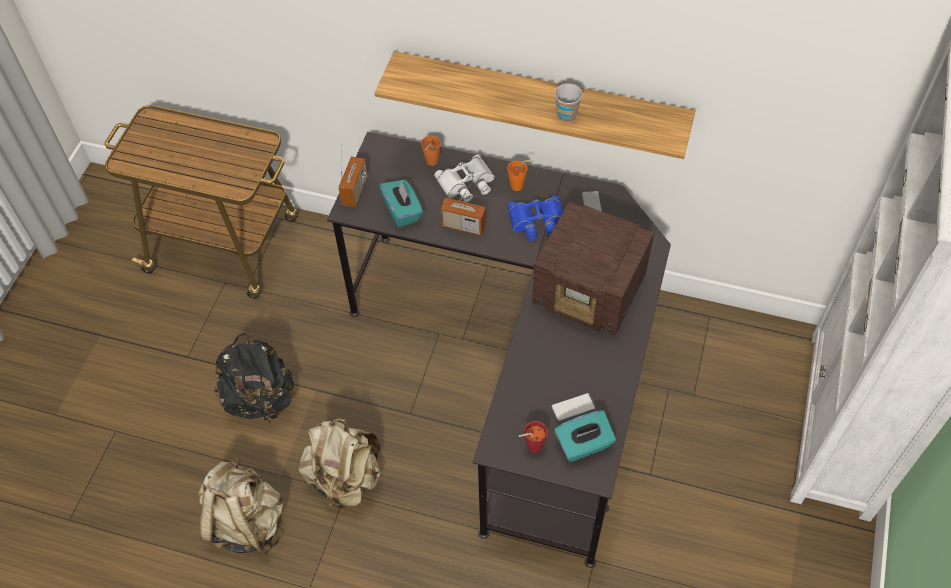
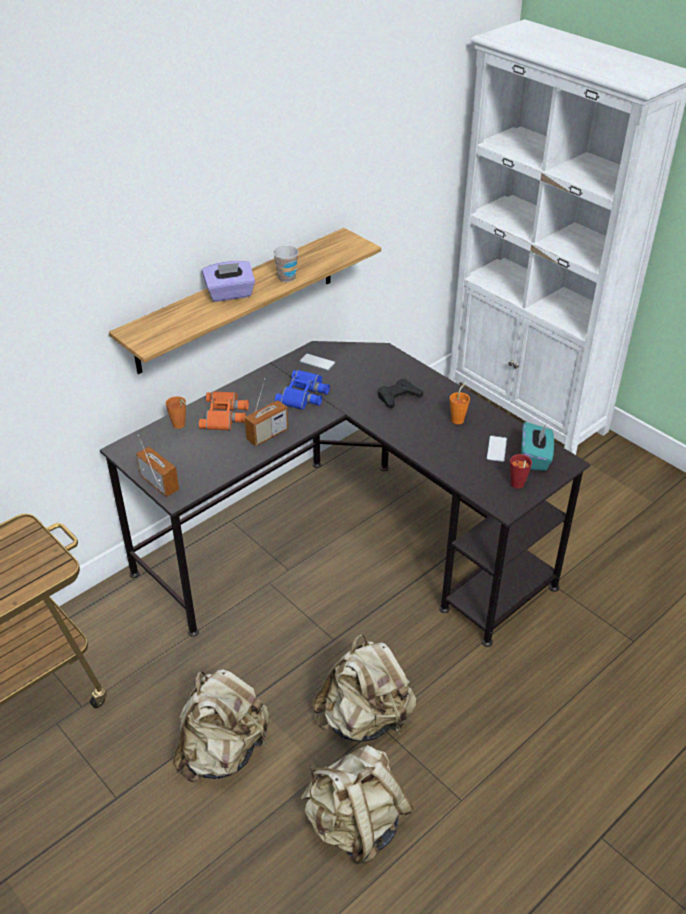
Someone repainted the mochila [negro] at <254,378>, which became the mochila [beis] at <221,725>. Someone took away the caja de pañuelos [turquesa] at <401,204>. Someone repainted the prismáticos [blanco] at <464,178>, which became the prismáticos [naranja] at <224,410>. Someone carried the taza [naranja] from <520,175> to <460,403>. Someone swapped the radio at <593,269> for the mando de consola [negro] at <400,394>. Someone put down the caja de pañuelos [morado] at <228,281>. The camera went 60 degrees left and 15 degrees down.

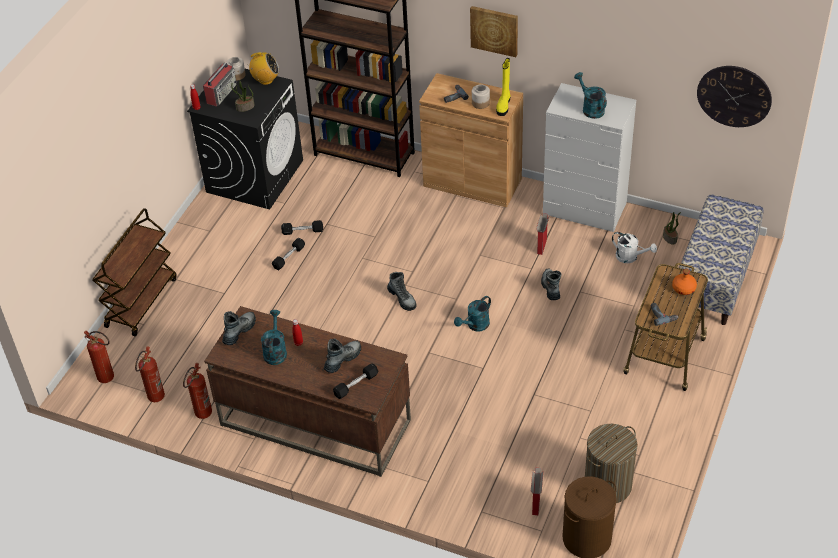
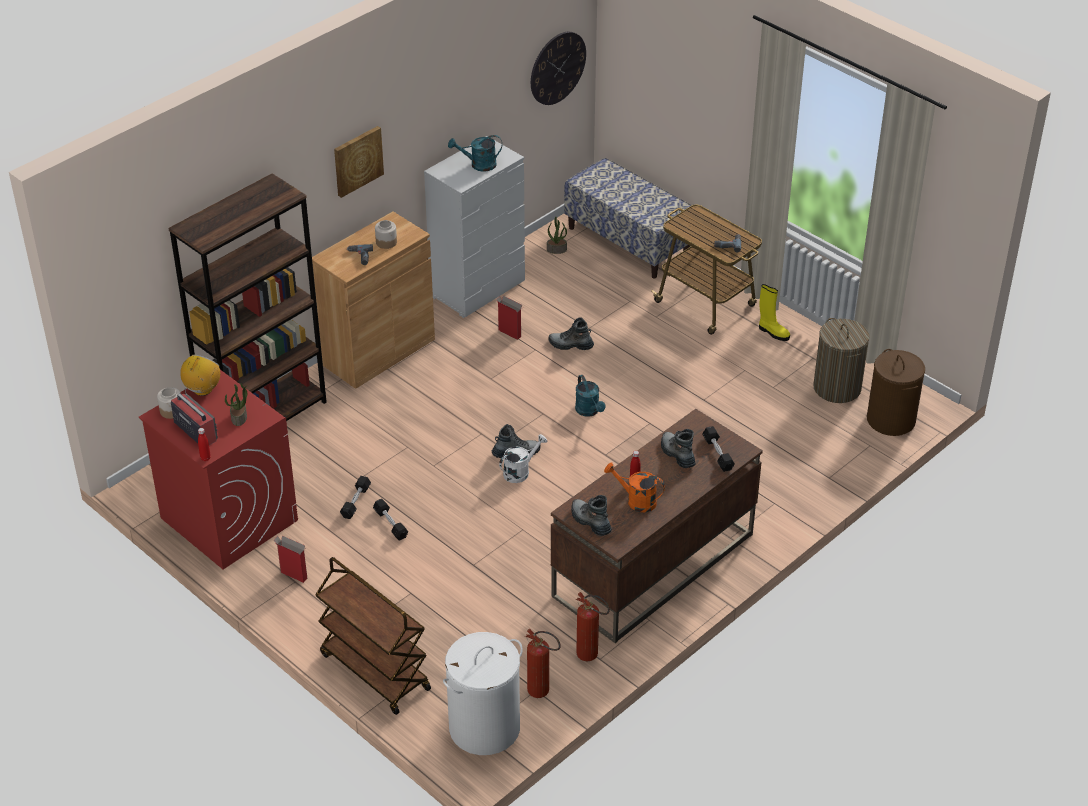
Someone swapped the extintor at <99,357> for the cesto de la ropa [blanco] at <483,693>. Someone repainted the lavadora [negro] at <245,139>, which became the lavadora [rojo] at <218,469>. Someone repainted the regadera [turquesa] at <274,337>, which became the regadera [naranja] at <634,487>. Someone carried the bota [amarillo] from <503,87> to <774,312>. Someone carried the caja de cartón from <537,491> to <290,559>. Someone carried the regadera [blanco] from <634,247> to <523,458>. Someone took away the botella [naranja] at <684,282>. The camera went 70 degrees left and 5 degrees down.

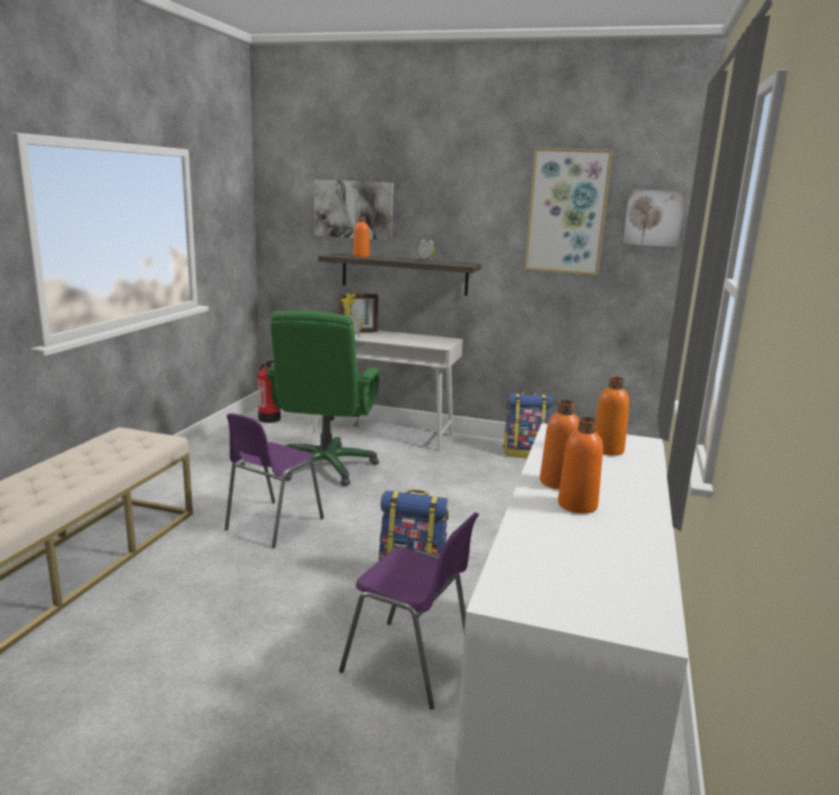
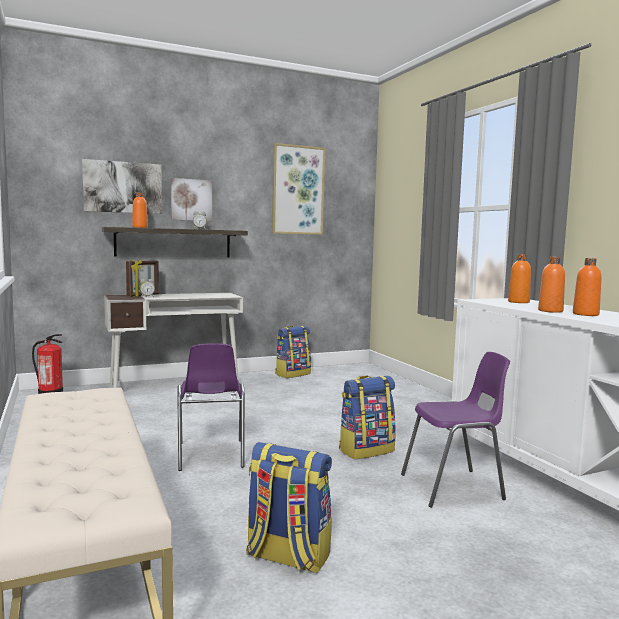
Someone took away the silla de oficina [verde] at <322,398>. Someone carried the cuadro from <654,218> to <191,199>. Someone put down the mochila at <289,508>. The camera went 40 degrees left and 10 degrees down.

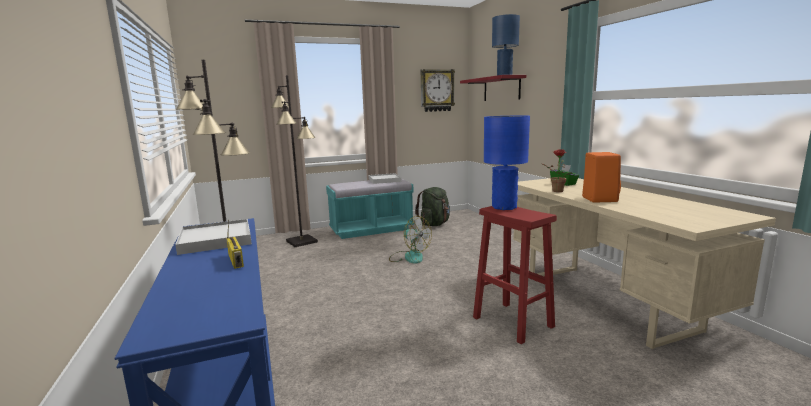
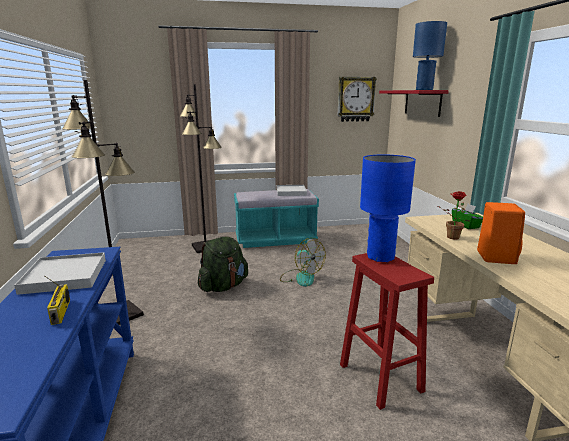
Someone carried the mochila [verde] from <432,206> to <223,264>. The camera went 10 degrees right and 5 degrees up.

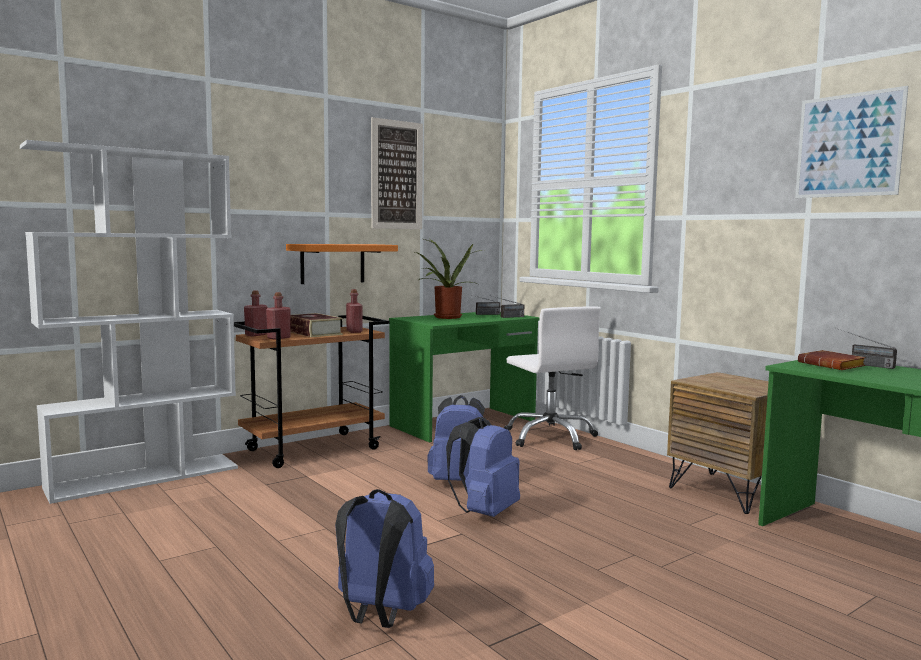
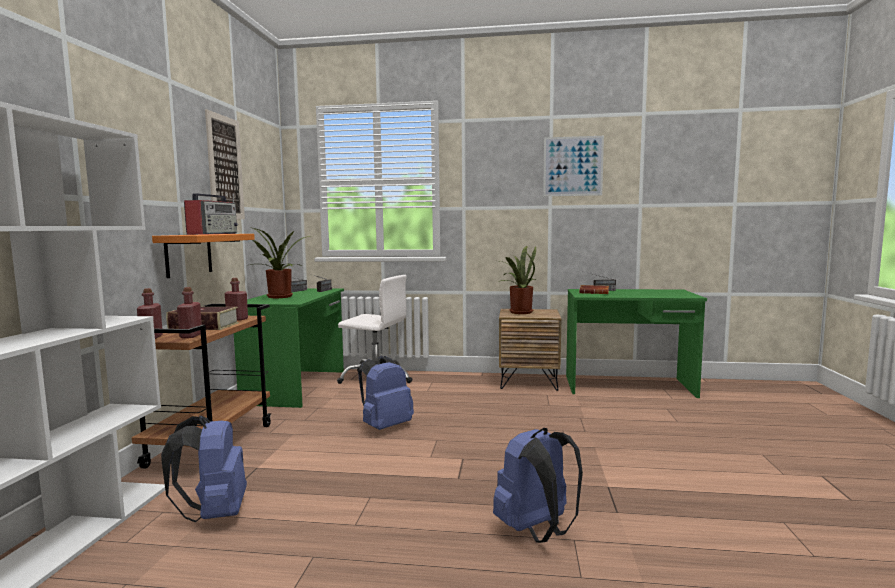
Someone carried the mochila [azul] from <483,467> to <204,469>. Someone put down the radio at <211,214>. Someone put down the planta en maceta at <517,280>. The camera went 45 degrees left and 0 degrees up.

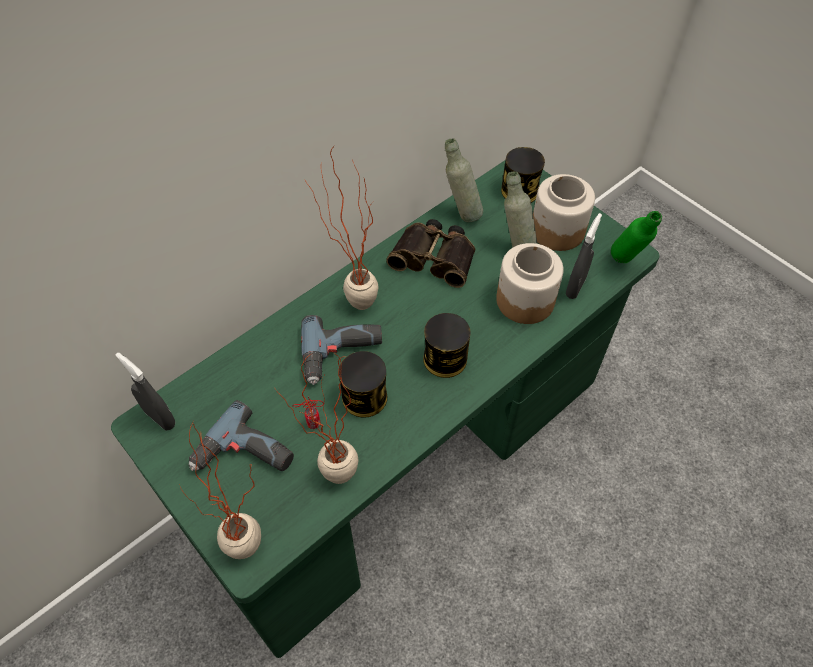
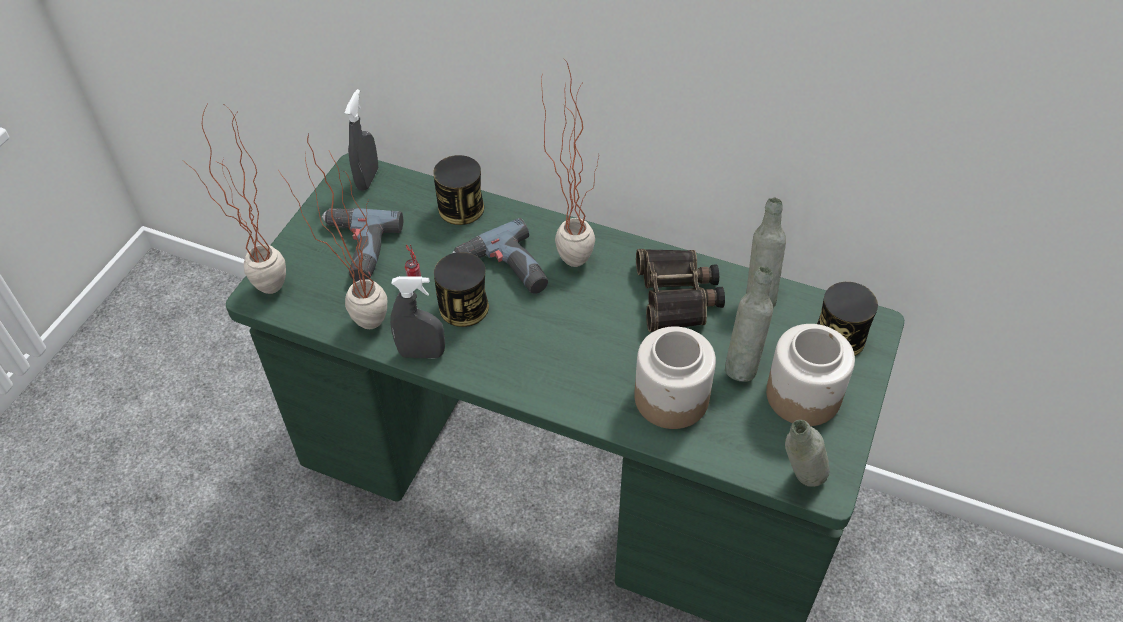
Someone carried the lata from <447,345> to <458,190>. Someone carried the pulverizador [gris] from <584,256> to <417,317>. Someone repainted the botella [verde] at <636,237>, which became the botella [gris] at <807,453>. The camera went 65 degrees right and 5 degrees down.

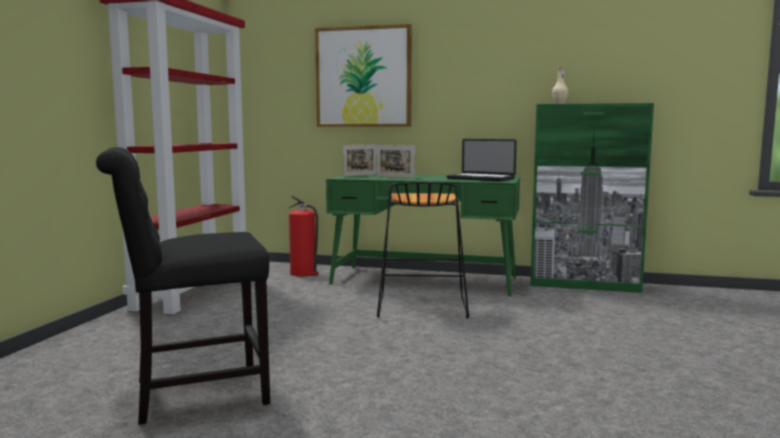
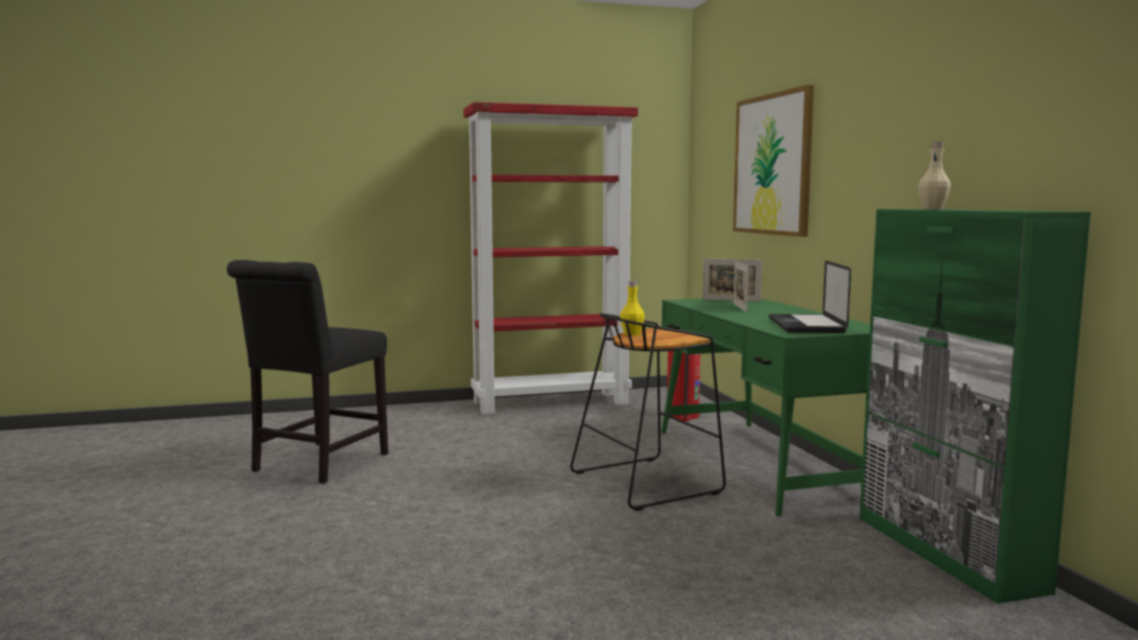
Someone rotated the silla [negro] at <183,286> by 105 degrees counterclockwise. Someone put down the botella [amarillo] at <632,308>. The camera went 60 degrees right and 0 degrees up.

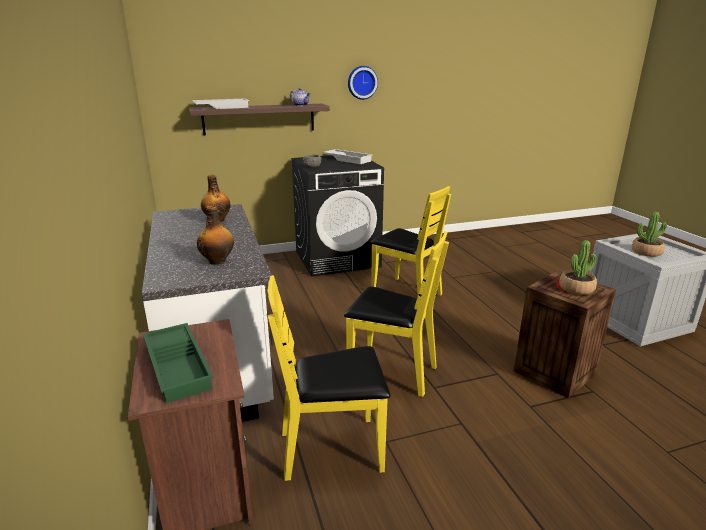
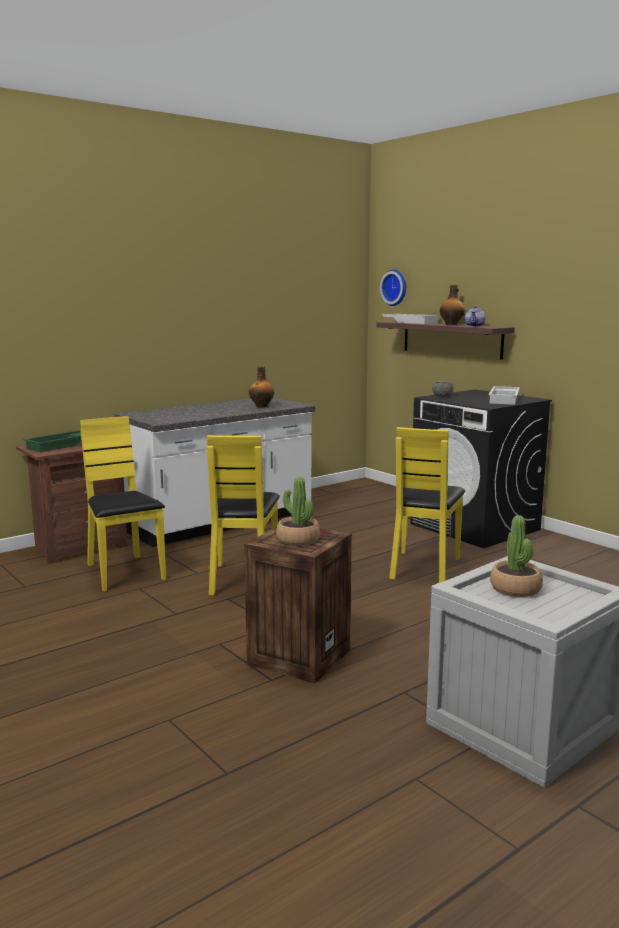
Someone carried the botella from <215,235> to <452,305>. Someone carried the reloj de pared from <363,83> to <393,287>. The camera went 70 degrees right and 10 degrees down.

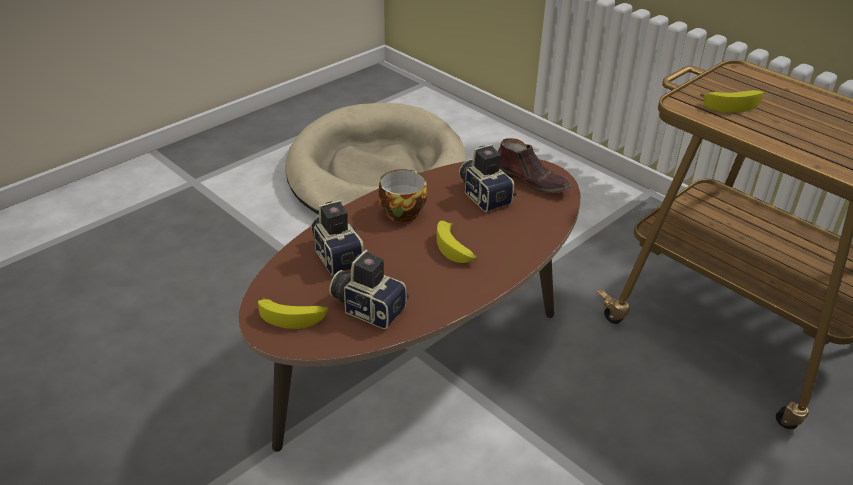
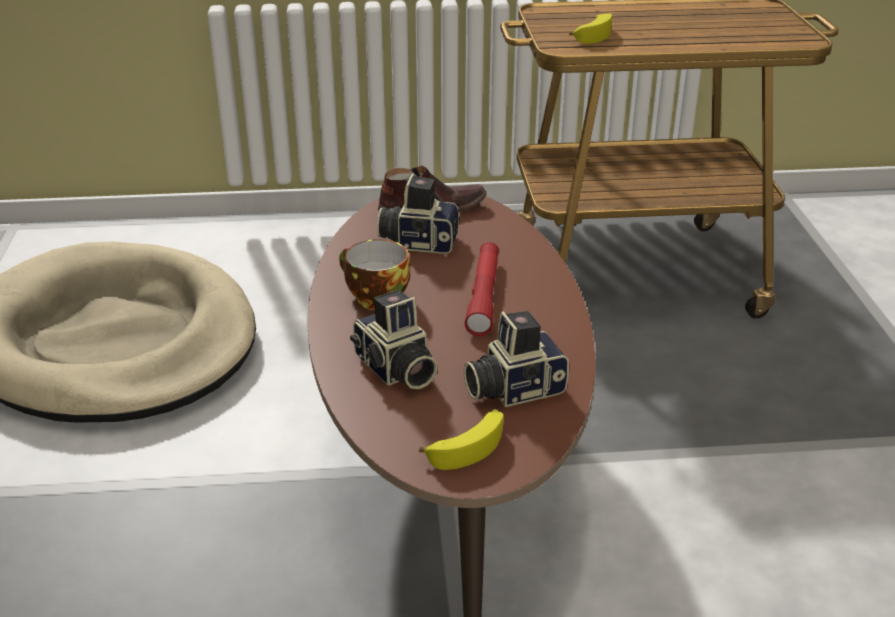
Someone rotated the cámara at <338,237> by 135 degrees counterclockwise. Someone swapped the plátano at <457,242> for the linterna [rojo] at <481,289>. The camera went 50 degrees left and 5 degrees down.

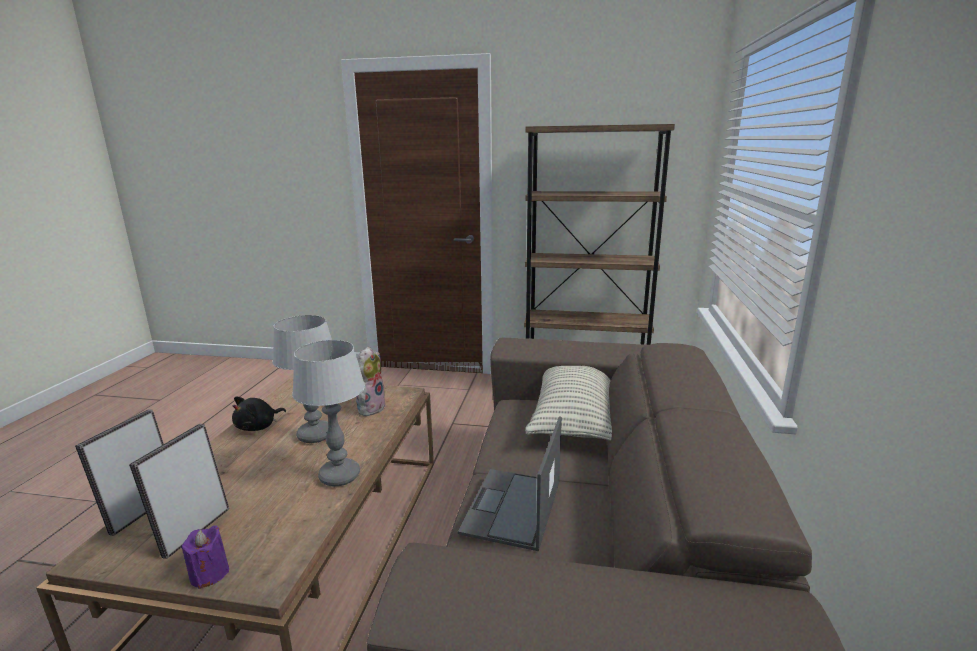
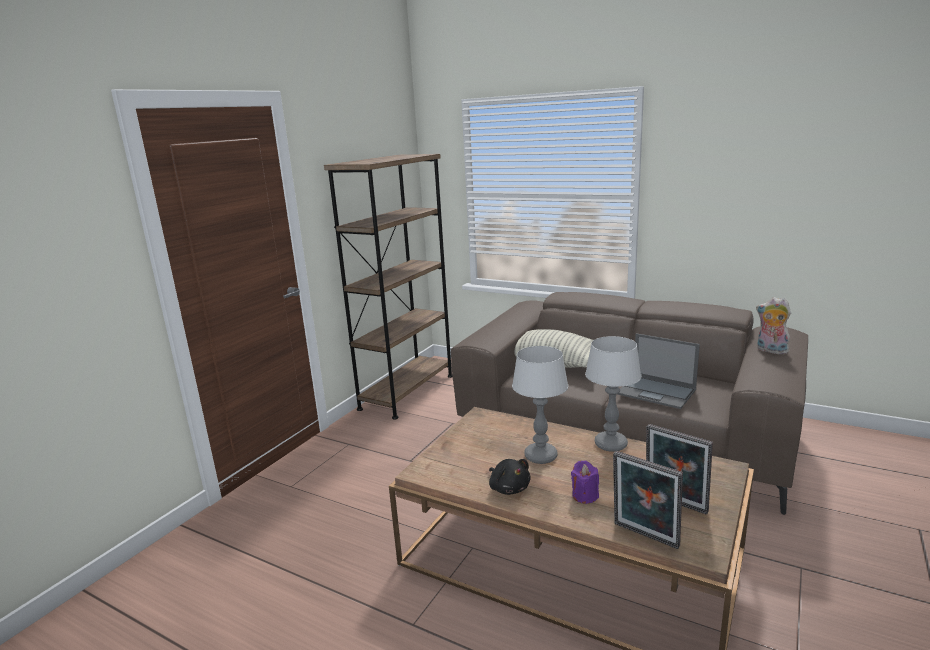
Someone carried the vela [morado] from <205,557> to <585,482>. Someone carried the peluche from <371,381> to <773,325>. The camera went 70 degrees left and 0 degrees up.

